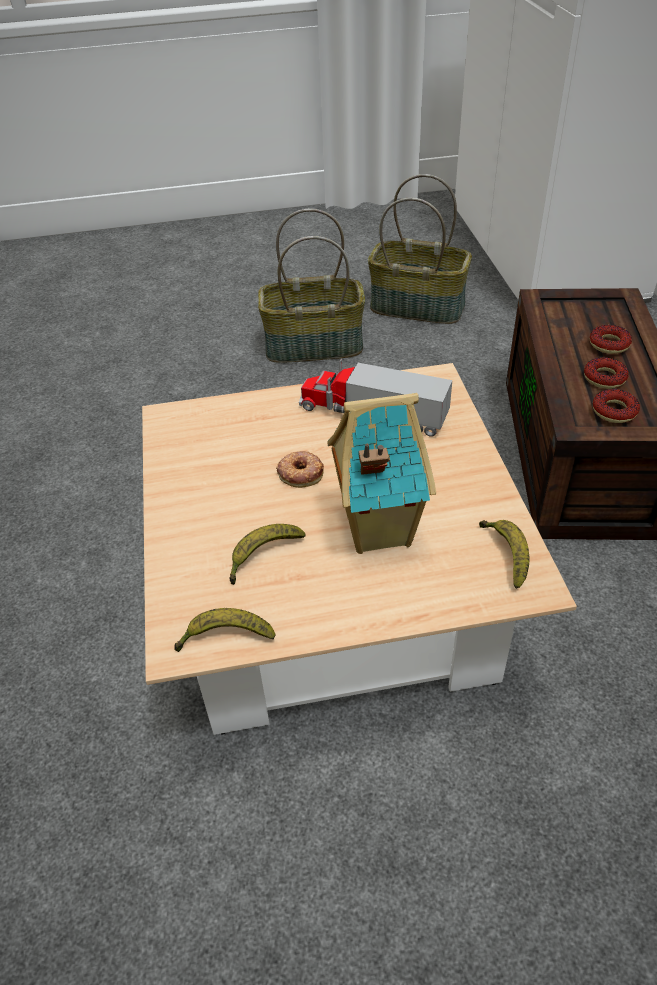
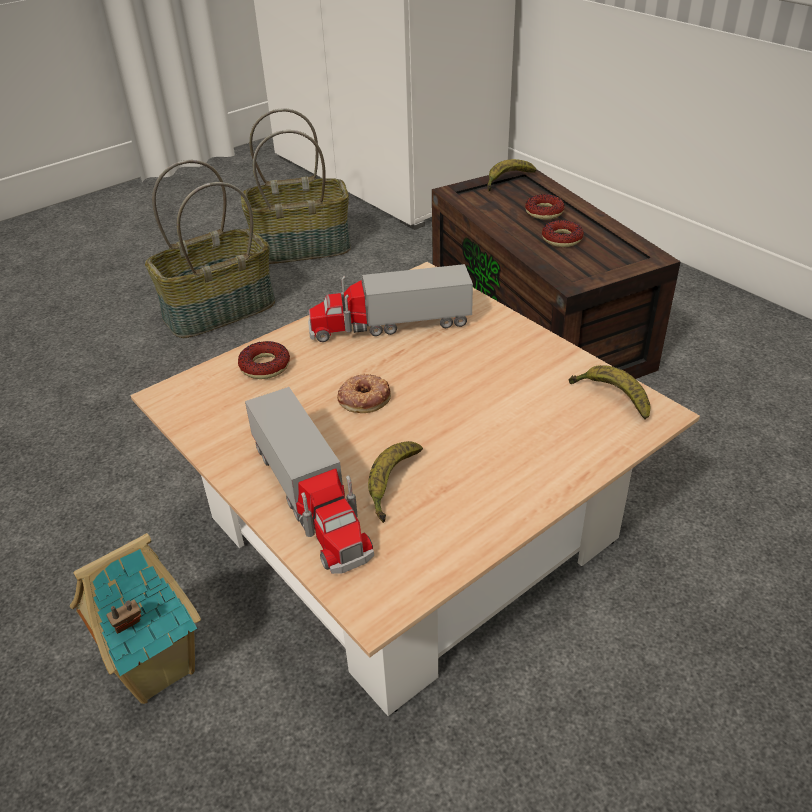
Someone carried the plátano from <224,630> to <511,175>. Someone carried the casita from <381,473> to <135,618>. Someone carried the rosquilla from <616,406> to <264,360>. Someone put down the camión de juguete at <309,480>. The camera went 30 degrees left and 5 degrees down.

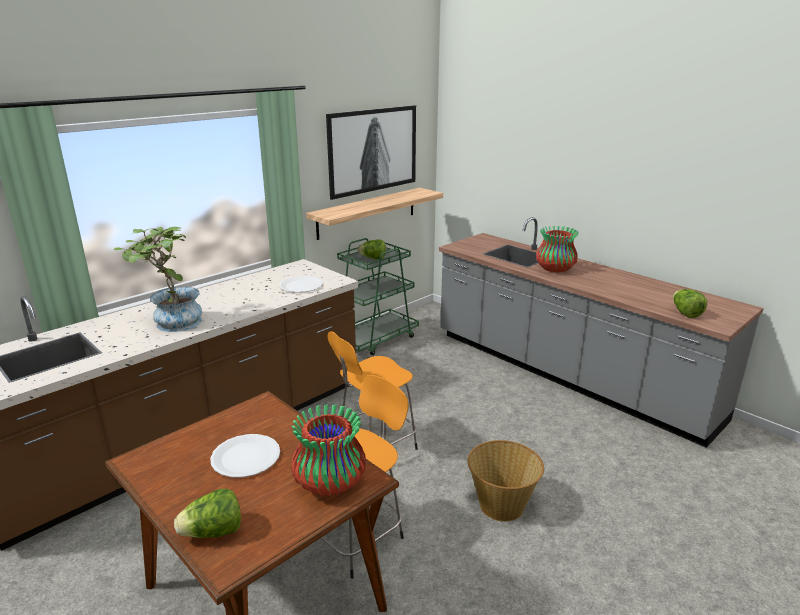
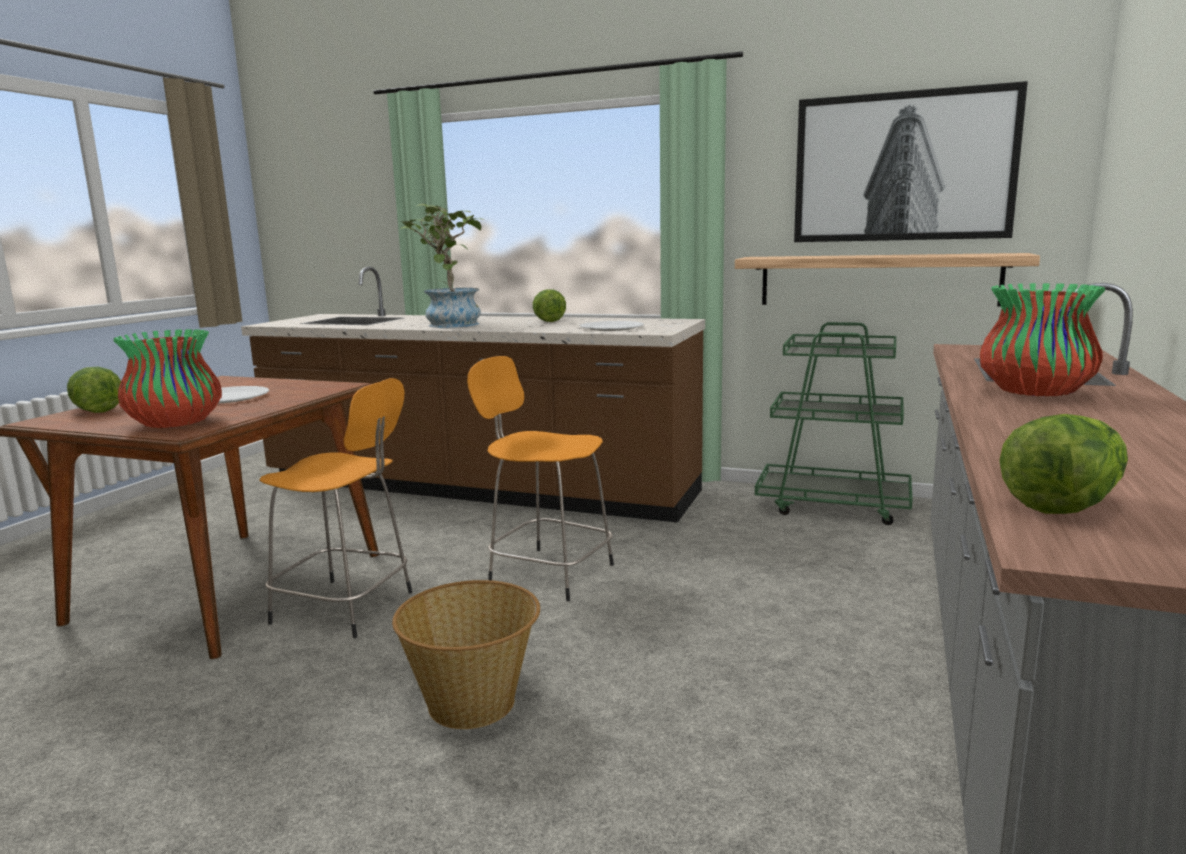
Someone carried the lechuga from <372,249> to <549,305>. The camera went 65 degrees right and 10 degrees down.

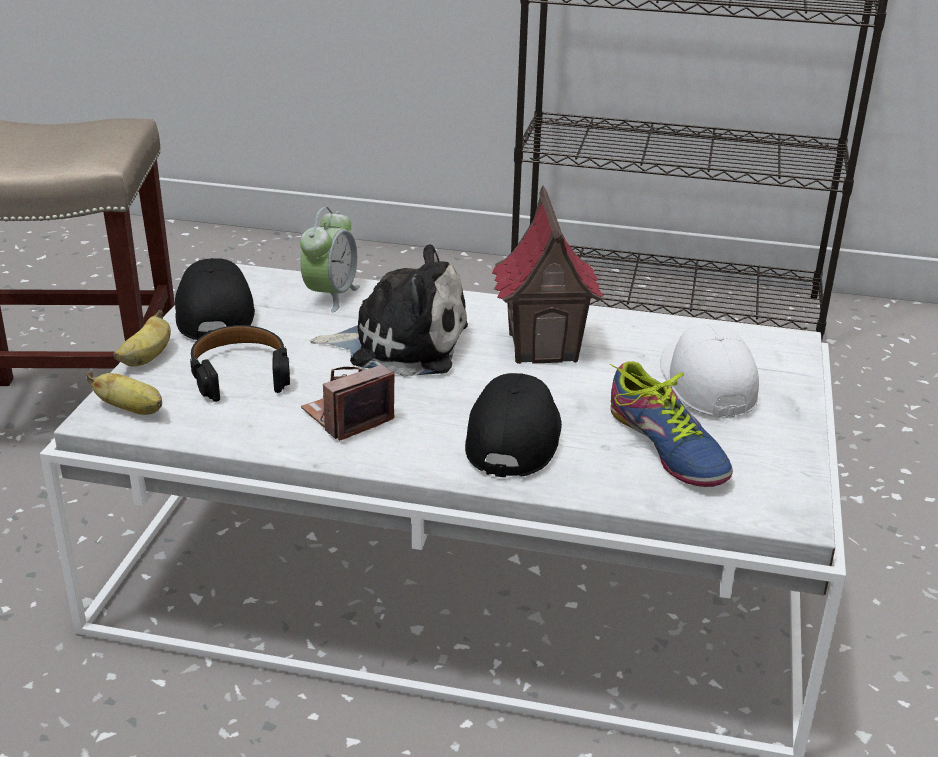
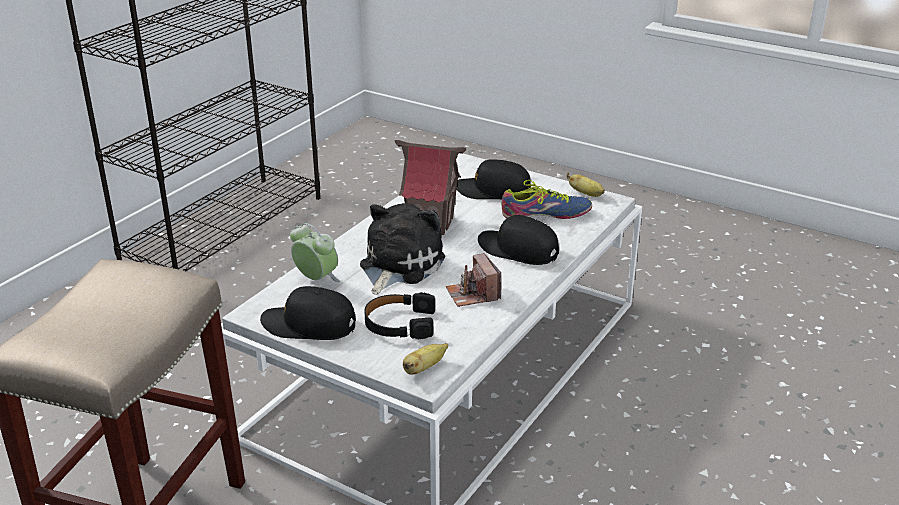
Someone carried the plátano from <142,338> to <585,185>. Someone repainted the gorra [blanco] at <709,370>, which became the gorra [negro] at <493,179>. The camera went 70 degrees left and 0 degrees up.

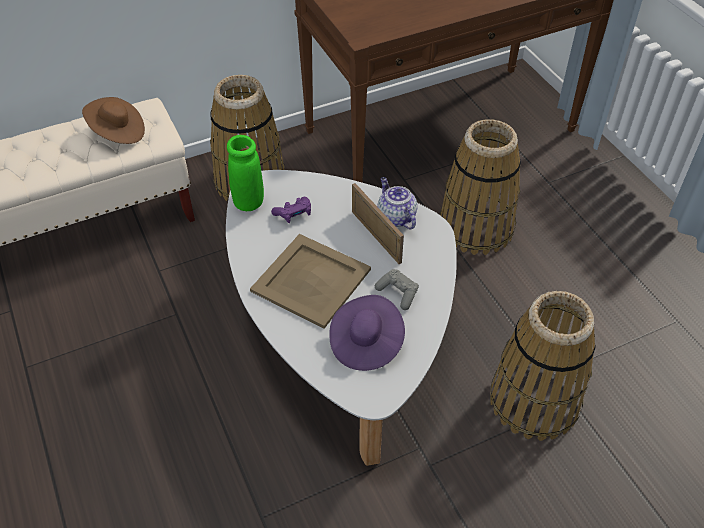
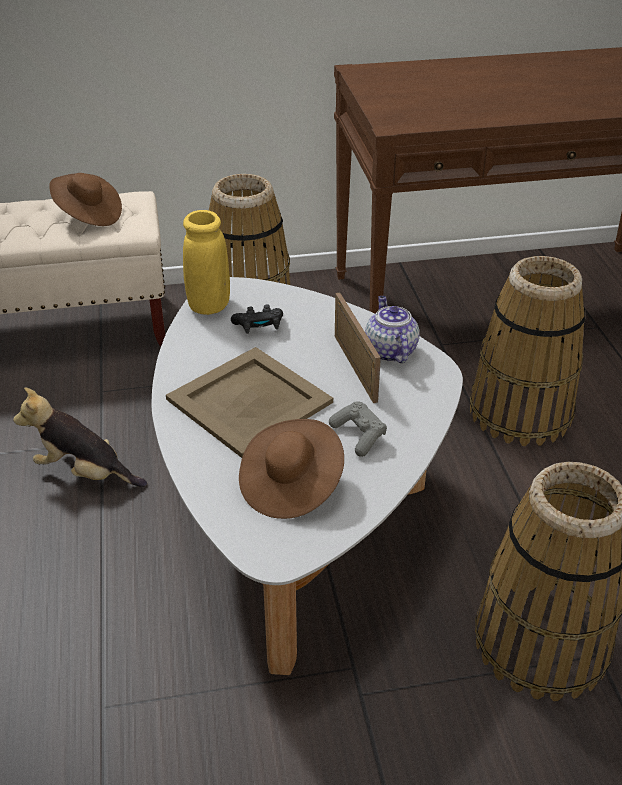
Someone repainted the florero [verde] at <245,173>, which became the florero [amarillo] at <206,262>. Someone repainted the mando de consola [morado] at <291,210>, which became the mando de consola [negro] at <257,319>. Someone repainted the sombrero [morado] at <367,333>, which became the sombrero [marrón] at <291,469>. Someone put down the peluche at <80,437>. The camera went 15 degrees right and 10 degrees down.

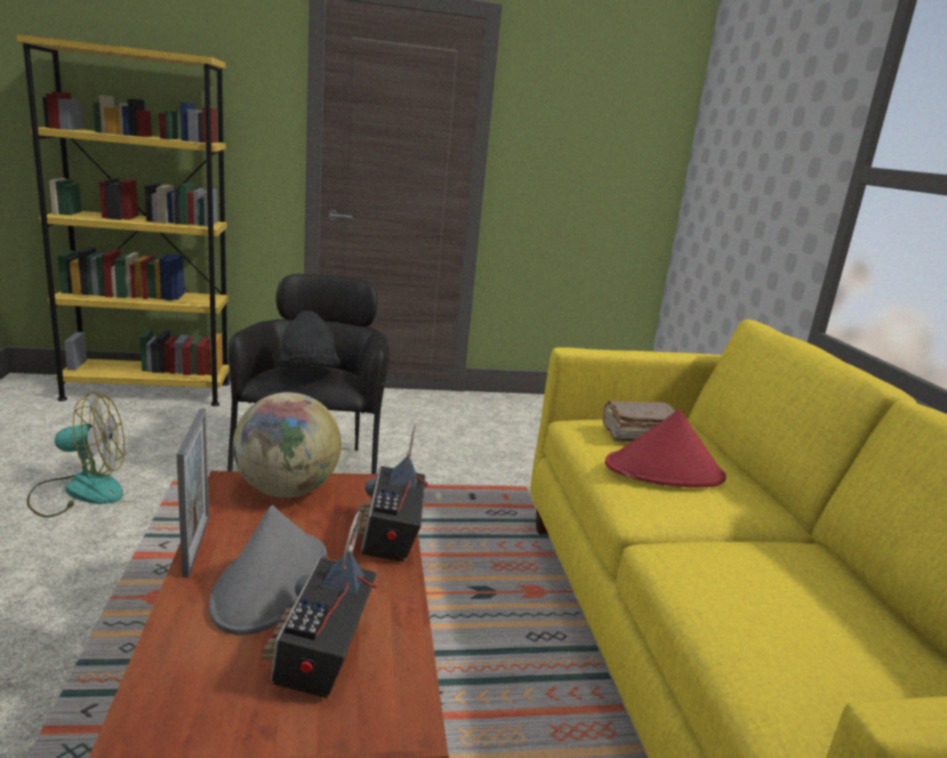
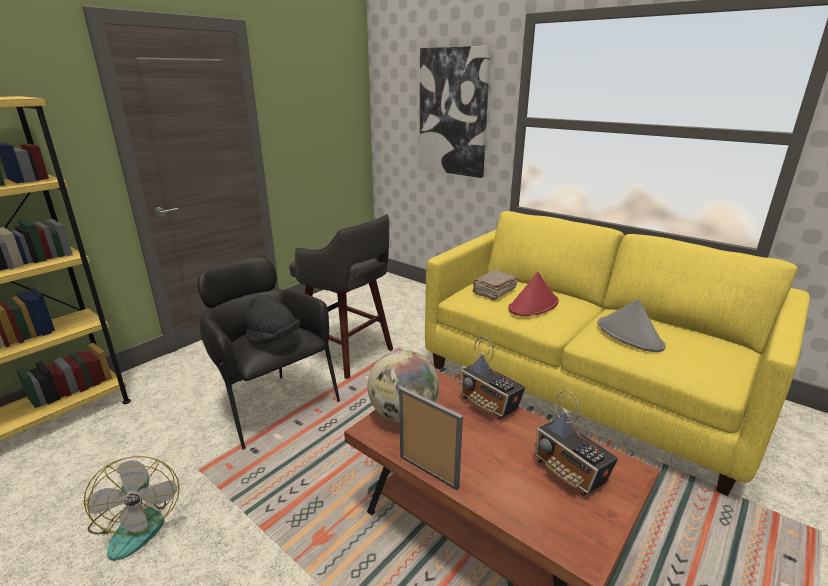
Someone rotated the ventilador at <76,454> by 120 degrees clockwise. Someone carried the sombrero [gris] from <268,570> to <631,325>. Someone put down the taburete [gris] at <341,296>. Someone put up the cuadro at <455,112>. The camera went 40 degrees left and 5 degrees up.

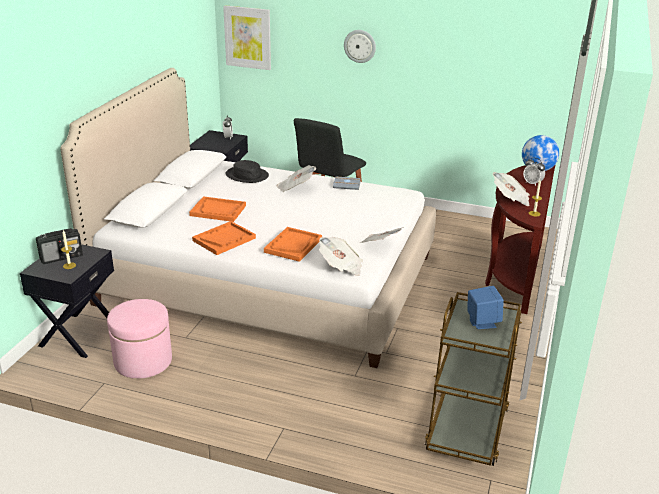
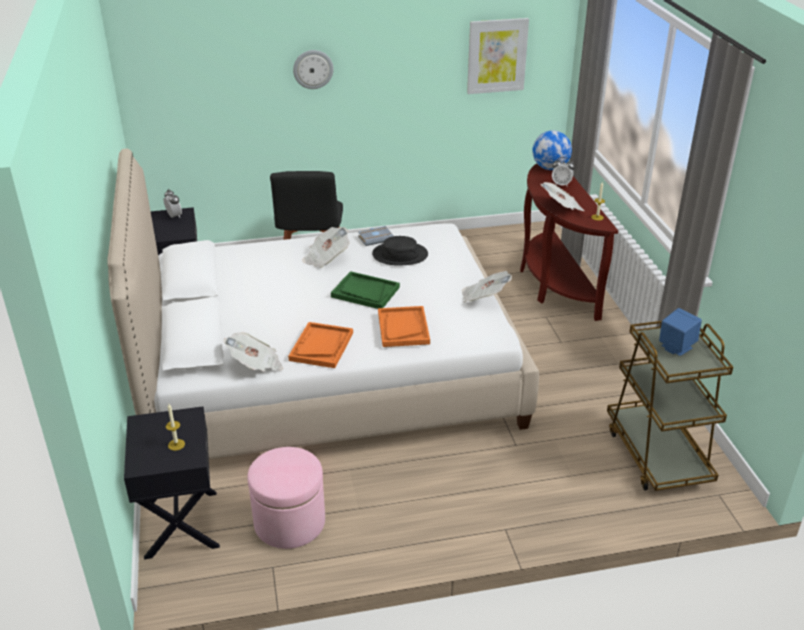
Someone took away the radio at <59,246>. Someone took away the bandeja [naranja] at <217,209>. Someone carried the cuadro from <247,37> to <498,56>. Someone carried the sombrero [negro] from <247,171> to <400,251>. Someone carried the periódico from <341,256> to <254,351>. Someone put down the bandeja [verde] at <365,290>. The camera went 30 degrees left and 5 degrees up.

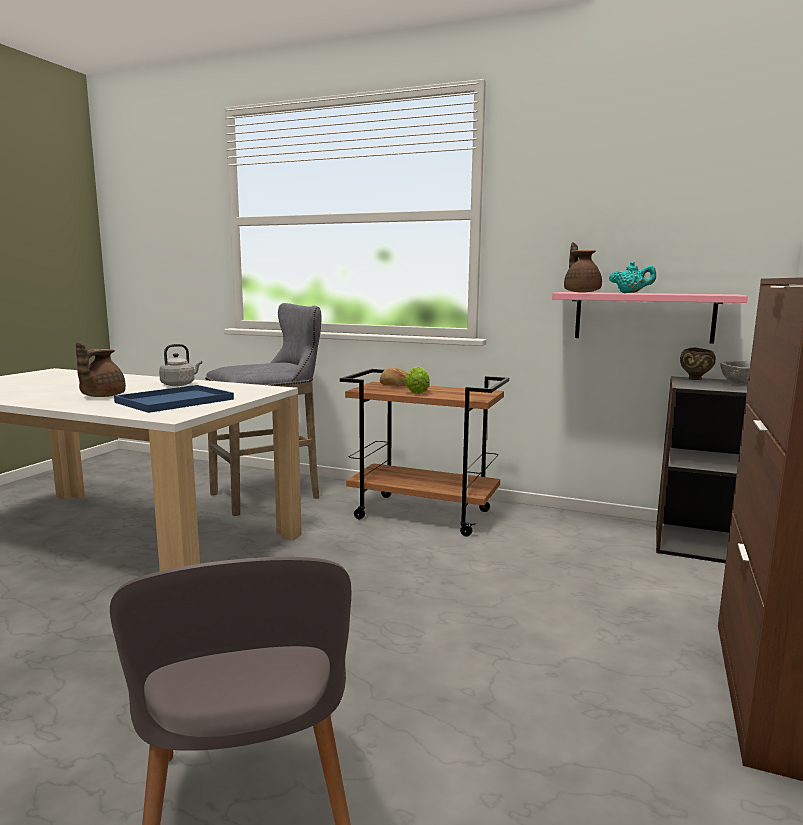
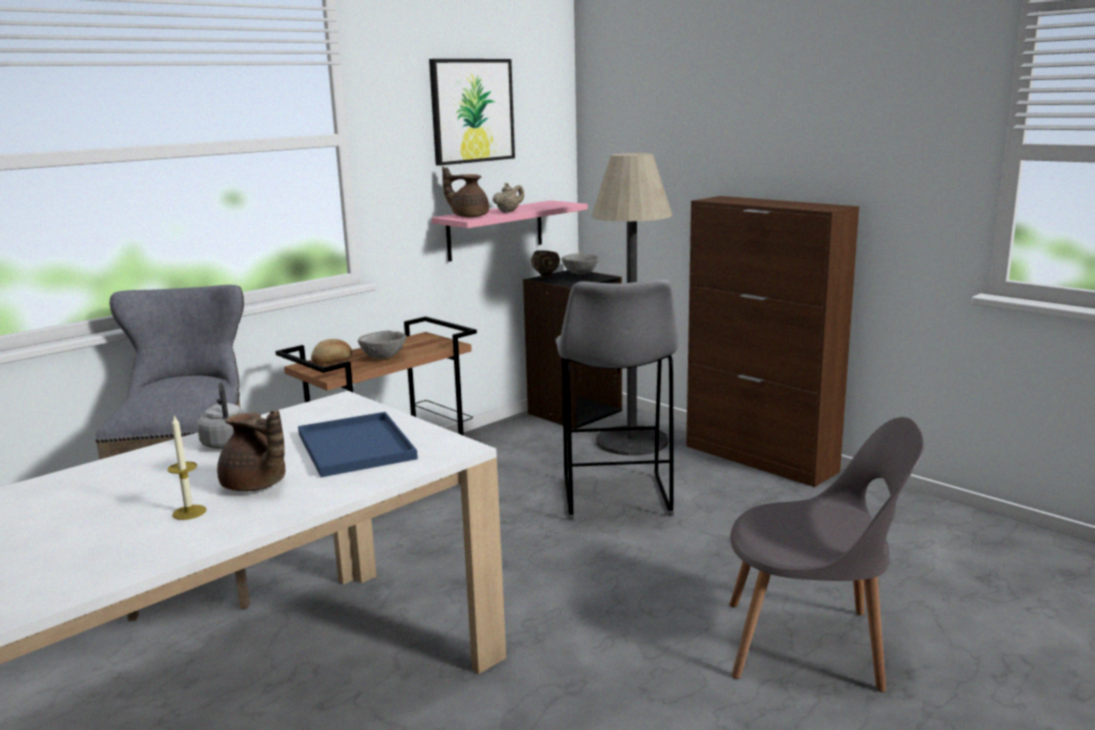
Someone swapped the lechuga at <417,380> for the cuenco [gris] at <382,344>. Someone repainted the tetera [turquesa] at <632,277>, which became the tetera [beis] at <508,197>. Someone put down the vela at <187,468>. Someone put up the cuadro at <472,112>. Someone put down the taburete [gris] at <617,399>. Someone put down the lámpara de pie at <632,304>. The camera went 65 degrees left and 5 degrees up.

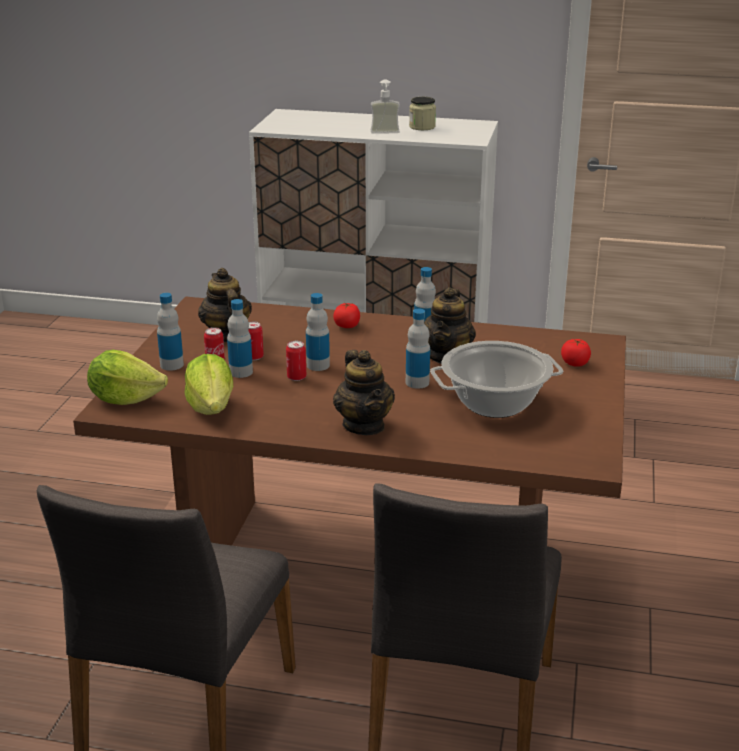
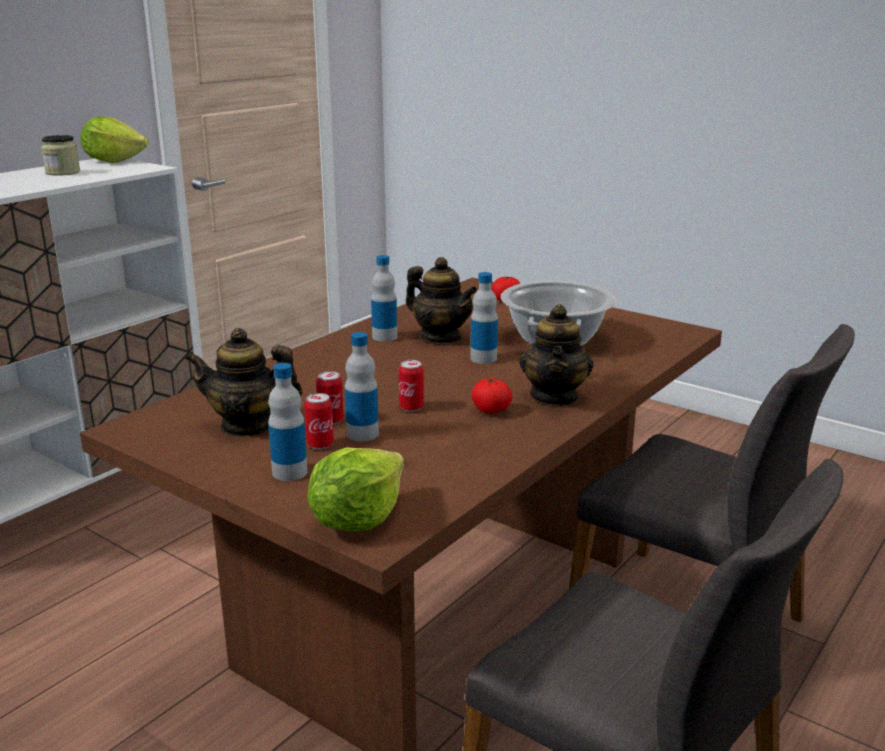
Someone carried the lechuga from <209,384> to <114,140>. Someone took away the botella at <318,332>. Someone carried the tomate from <346,315> to <492,396>. Someone rotated the tetera at <364,392> by 90 degrees clockwise. Someone took away the dispensador de jabón at <385,106>. The camera went 65 degrees left and 5 degrees down.

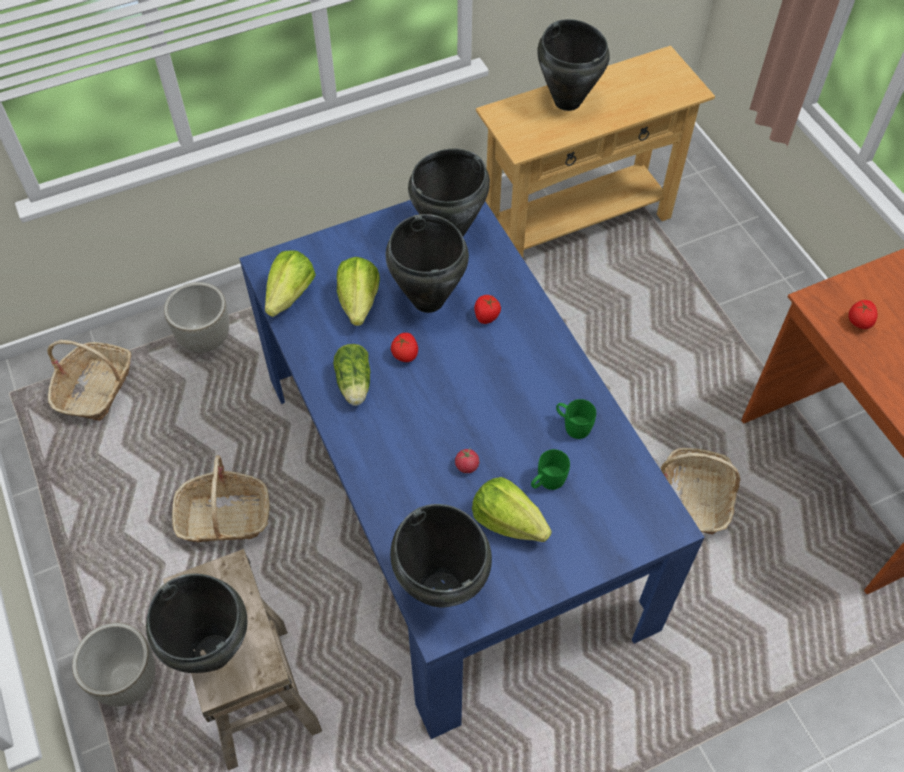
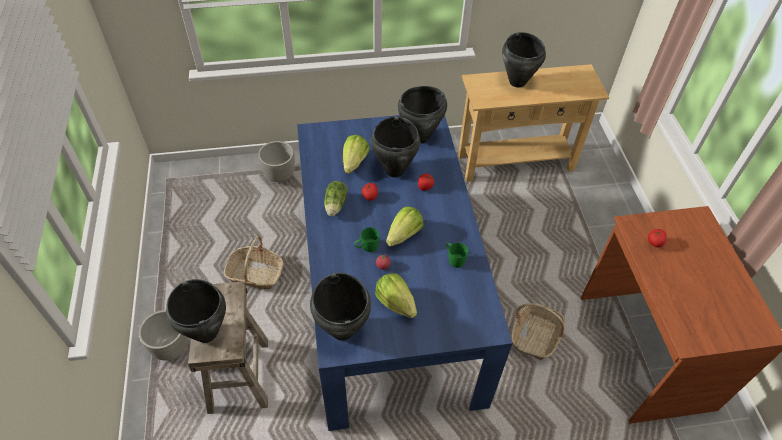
Someone took away the cesta at <89,380>. Someone carried the lechuga from <290,284> to <405,226>. Someone carried the taza grande [verde] from <550,469> to <366,239>. The camera went 15 degrees right and 5 degrees down.

